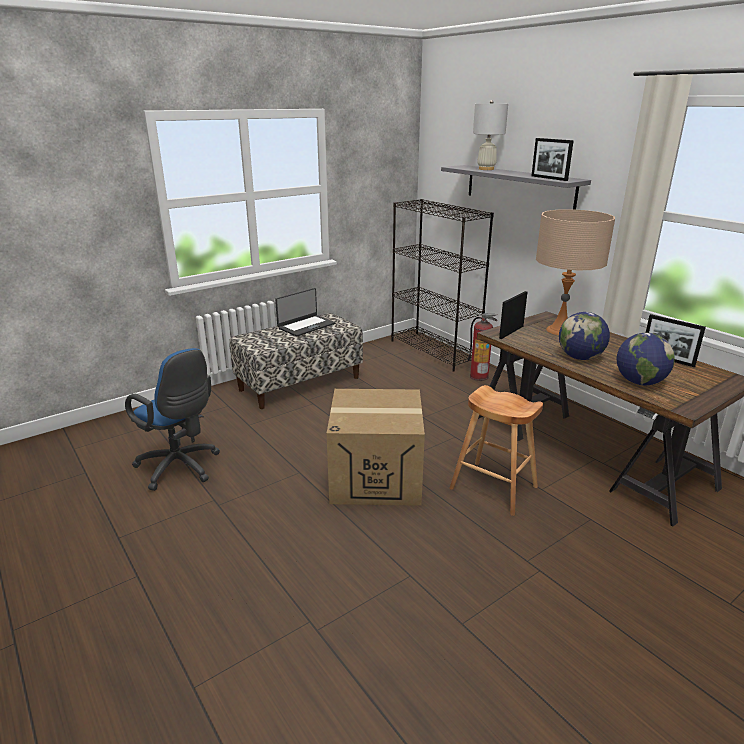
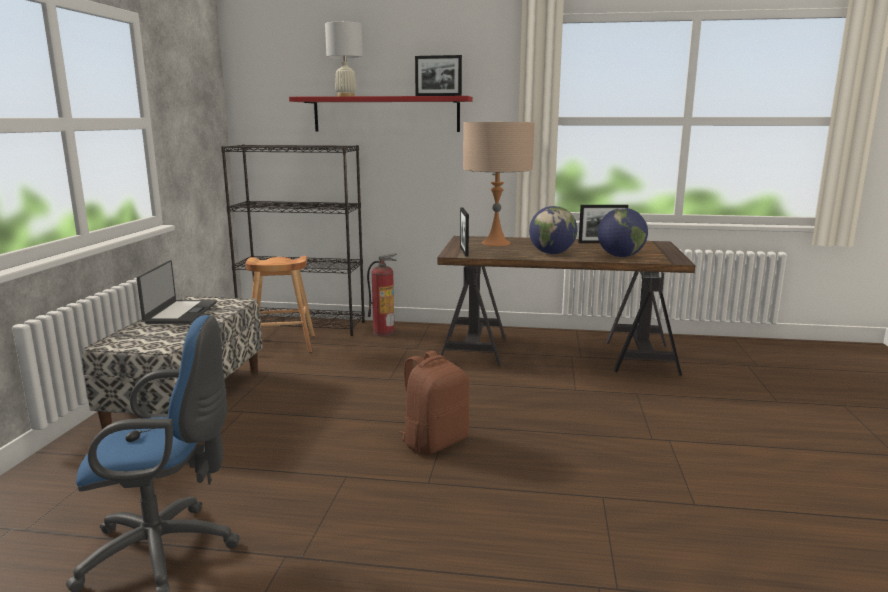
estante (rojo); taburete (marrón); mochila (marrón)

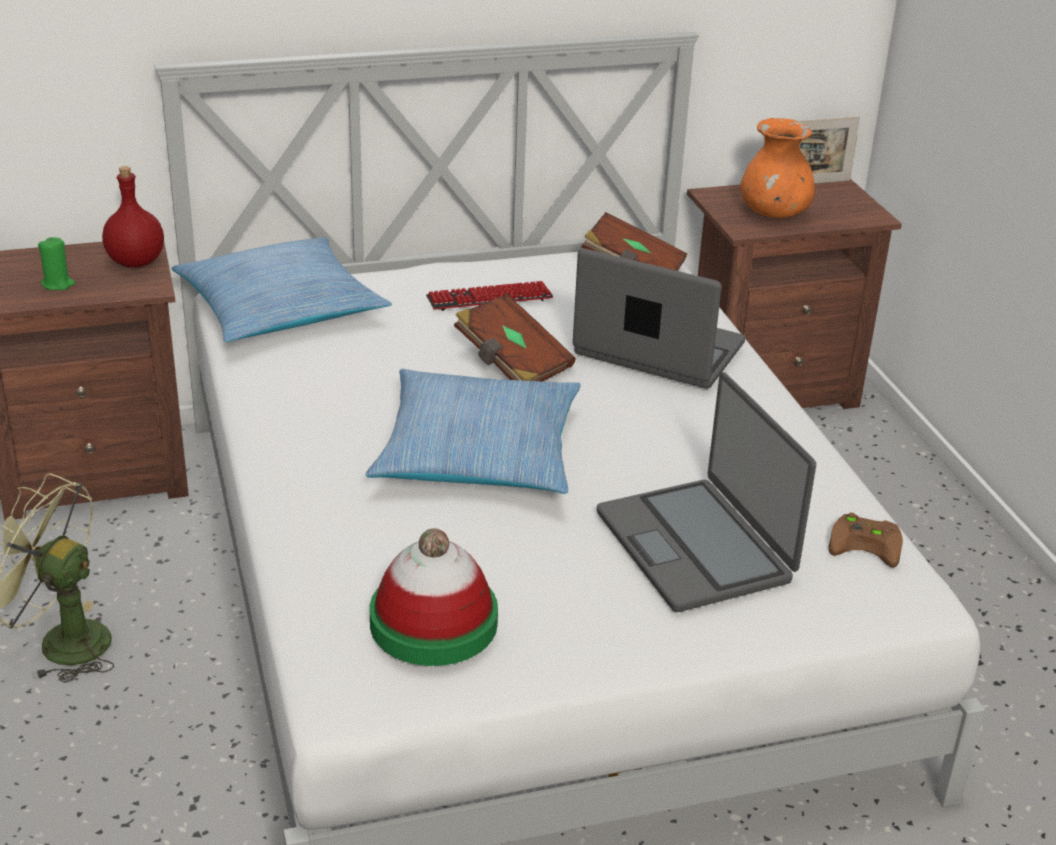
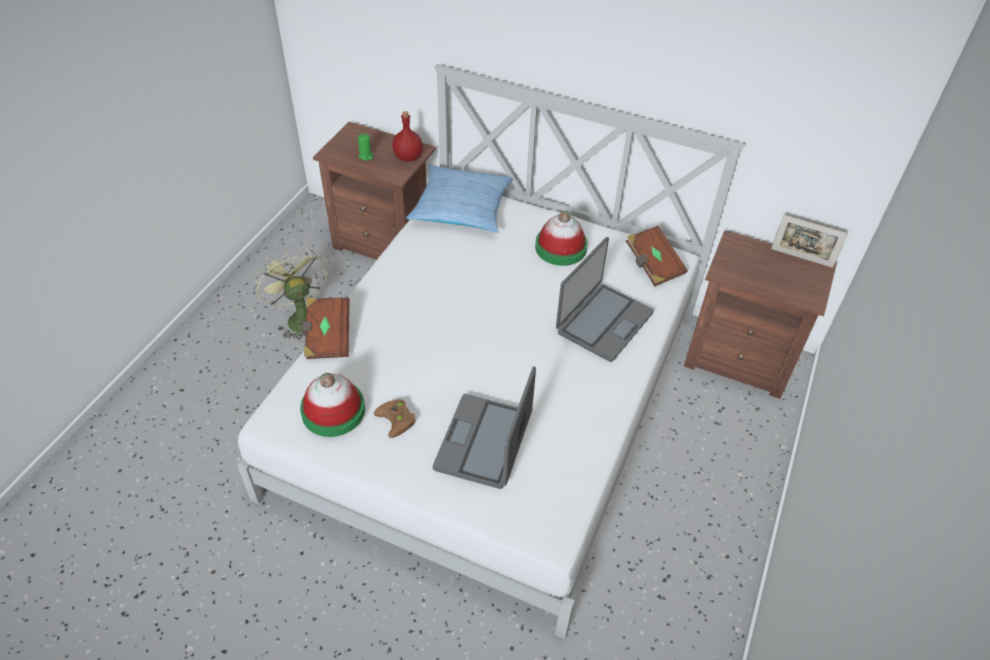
florero (naranja); portátil (2nd from left); sombrero (2nd from left); libro (marrón) (1st from left); cojín (2nd from left in the first image); mando de consola (marrón)

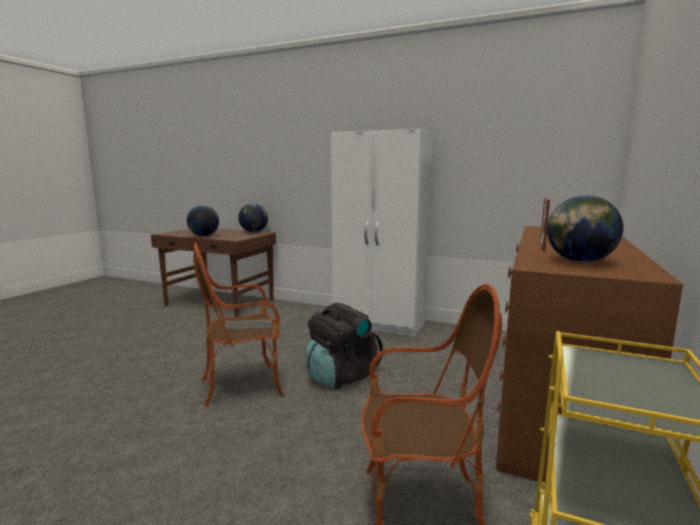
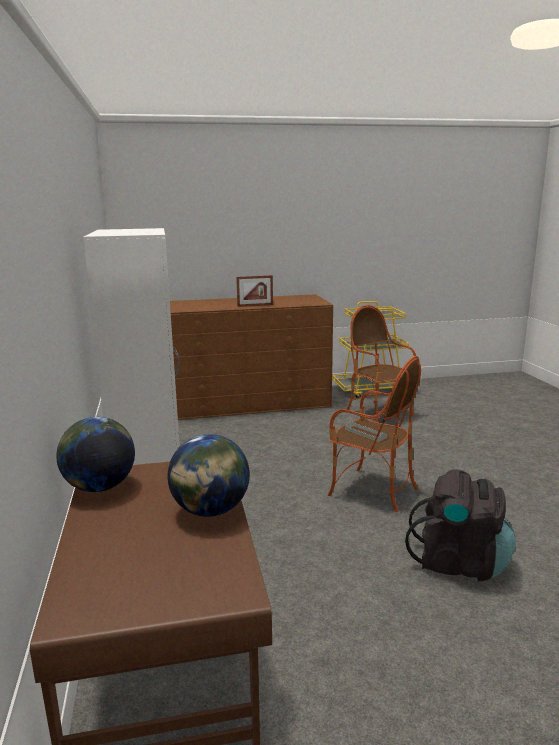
globo terráqueo (3rd from left in the first image); mochila (negro)

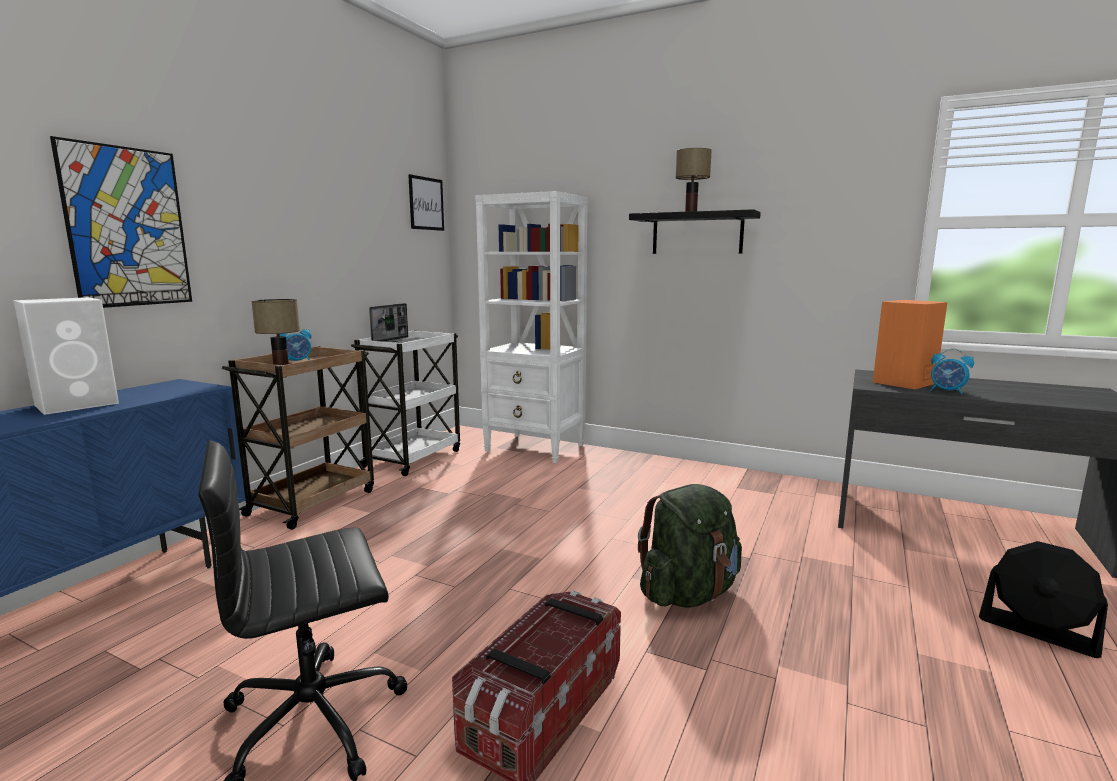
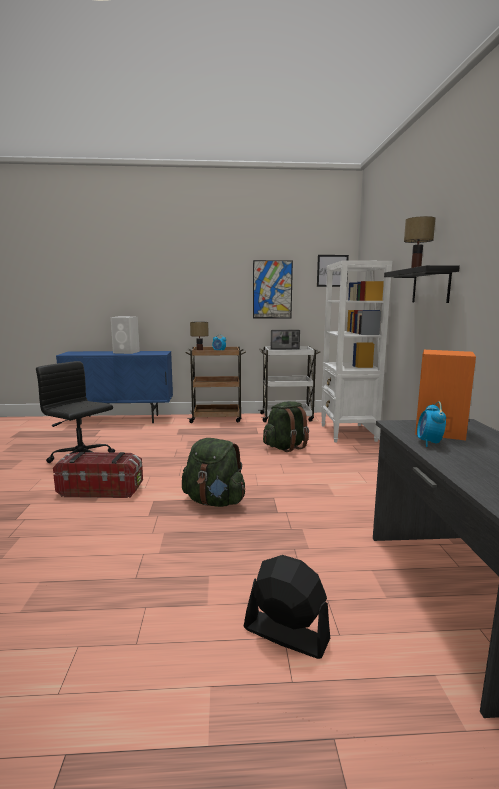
cuadro (1st from left); ventilador (negro); mochila (verde) (2nd from left)

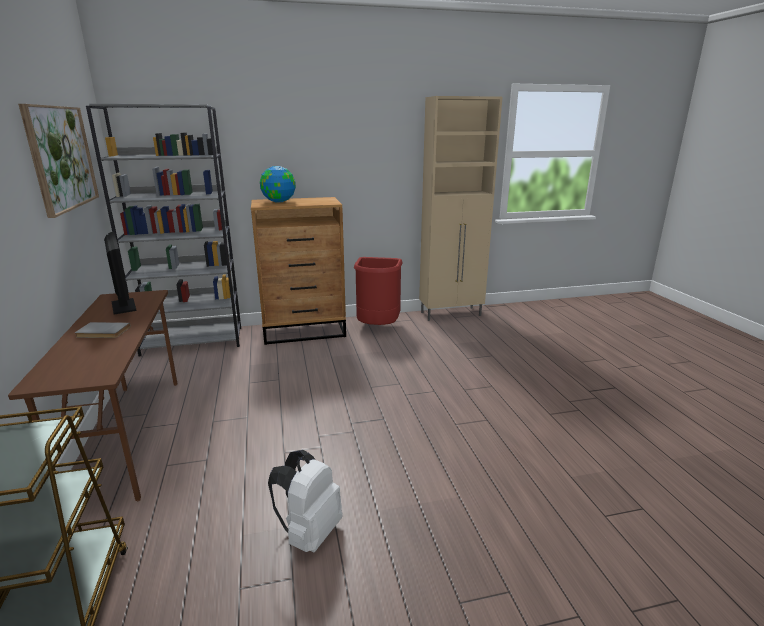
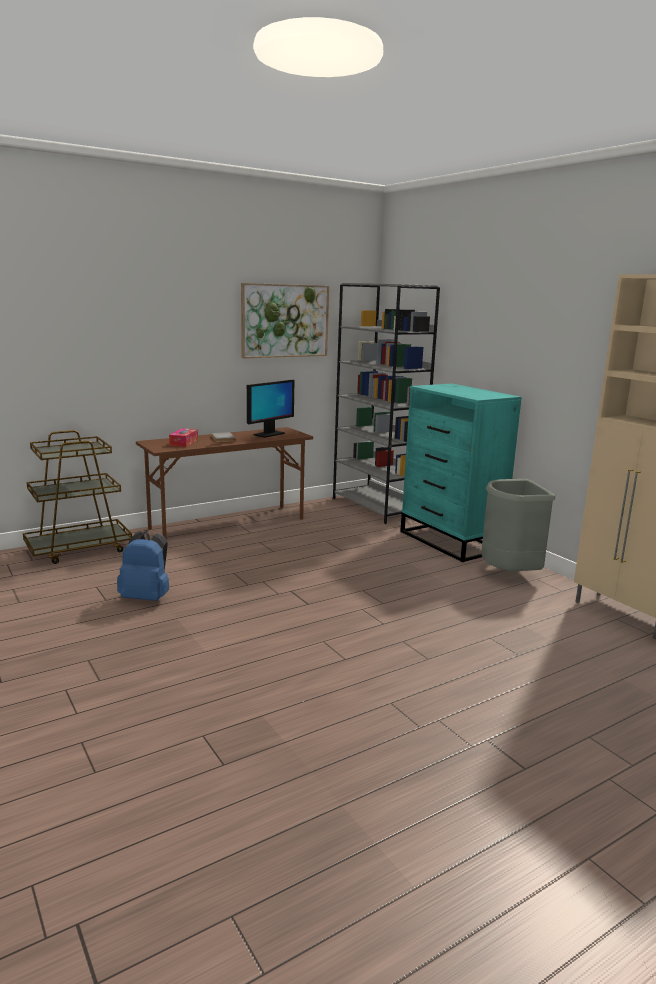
globo terráqueo; cómoda (turquesa); papelera (gris); mochila (azul); caja de pañuelos

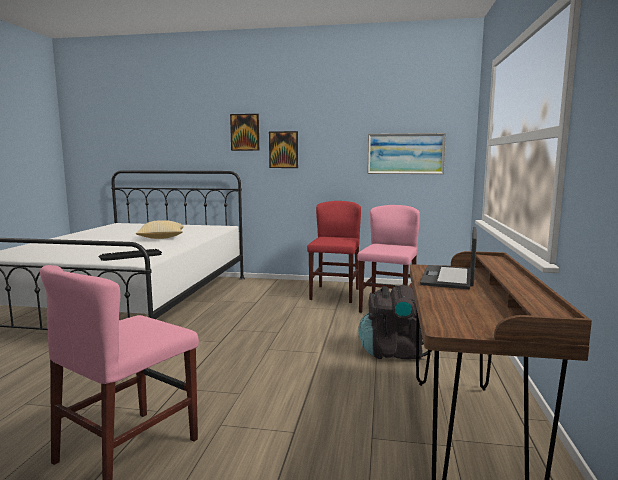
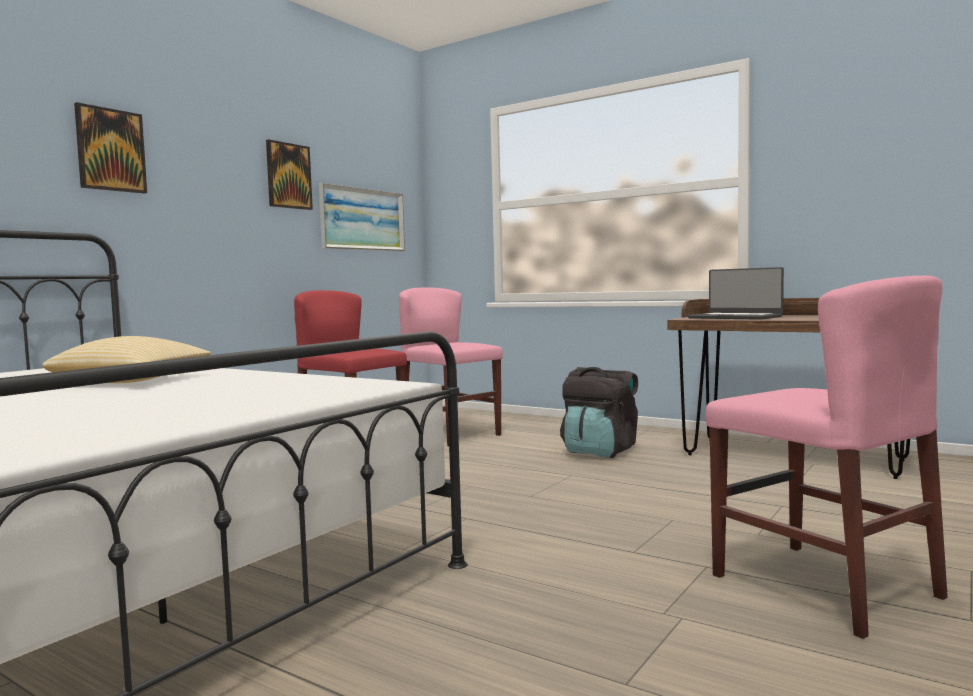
cuadro (2nd from left); teclado

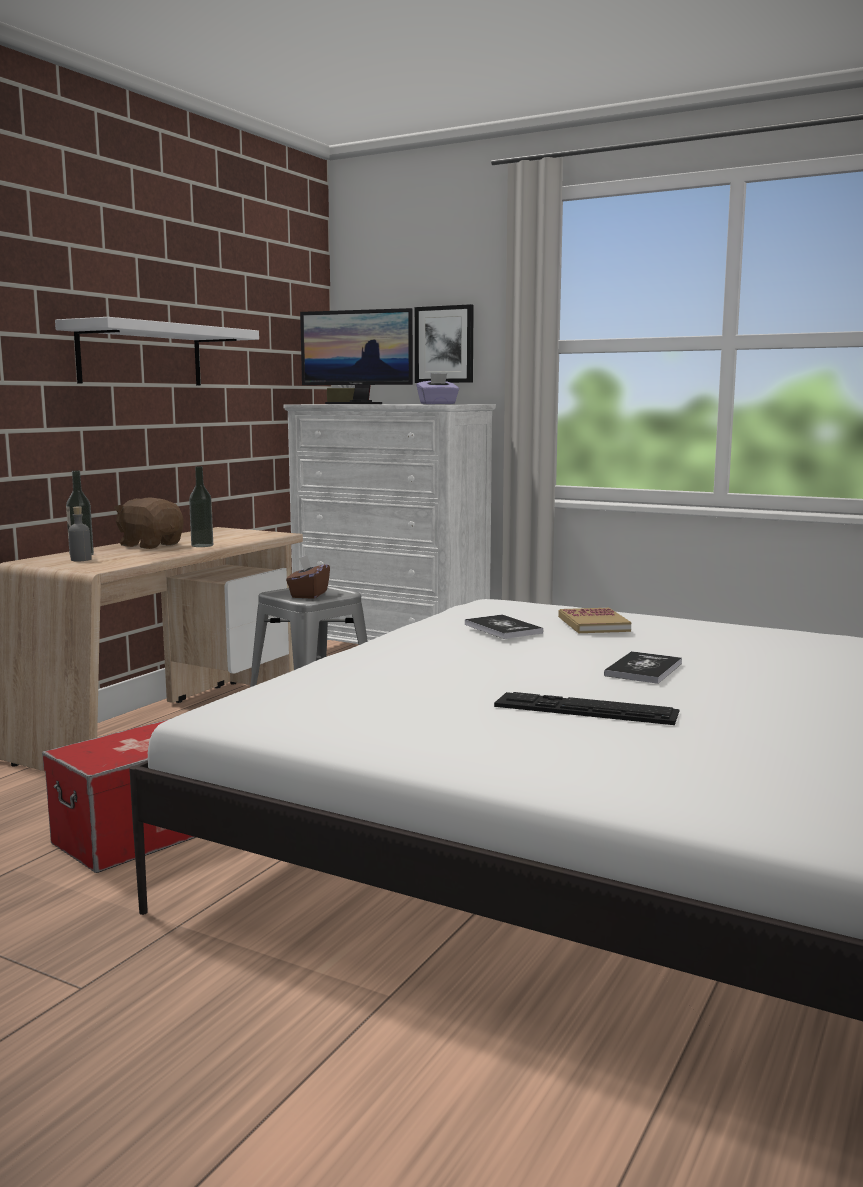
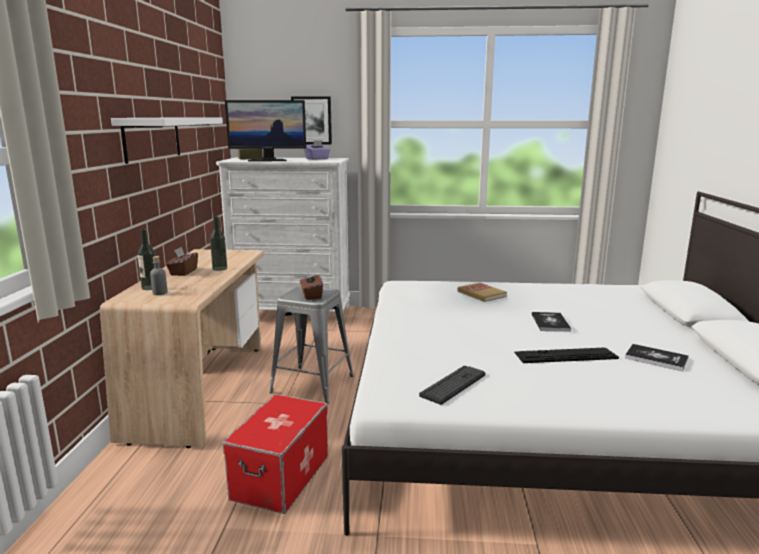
caja de pañuelos (marrón) (1st from left); libro (3rd from left); teclado (1st from left)

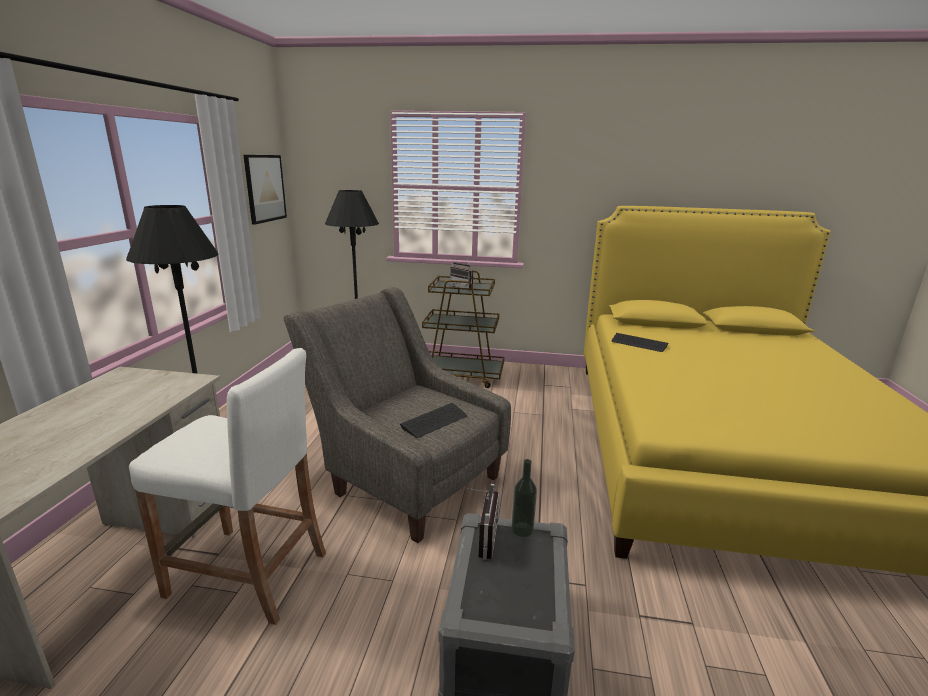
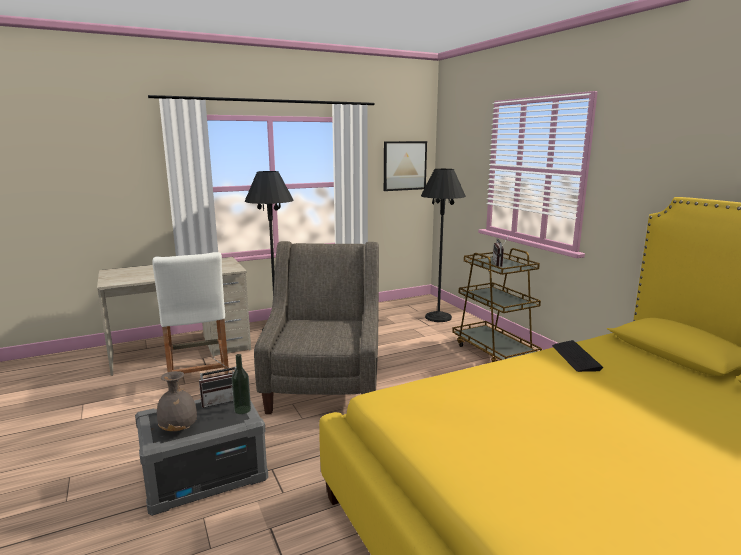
teclado (1st from left in the first image); florero (gris)

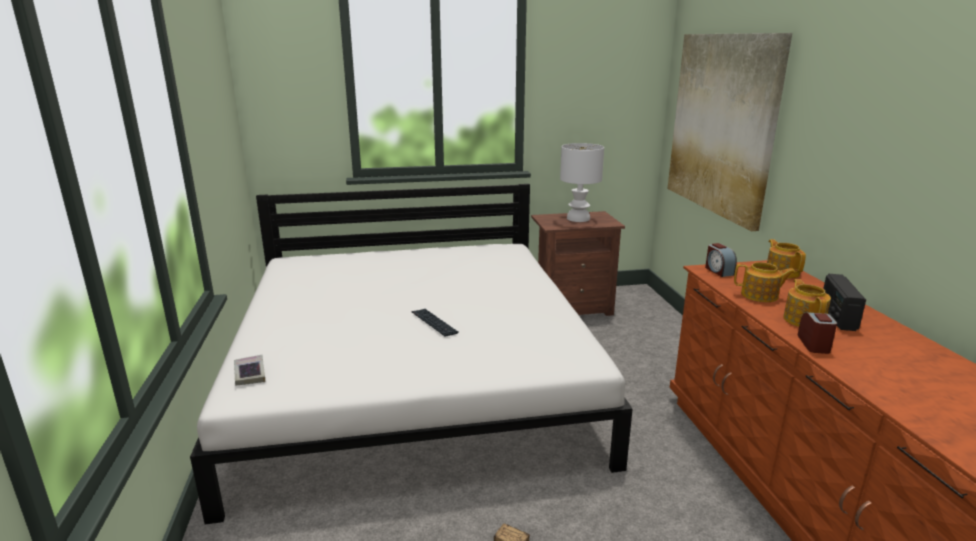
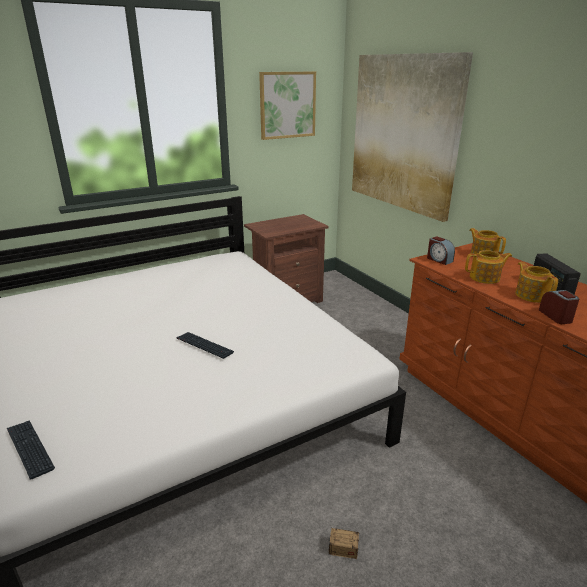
lámpara de mesa (blanco); teclado (1st from left); cuadro (1st from left)

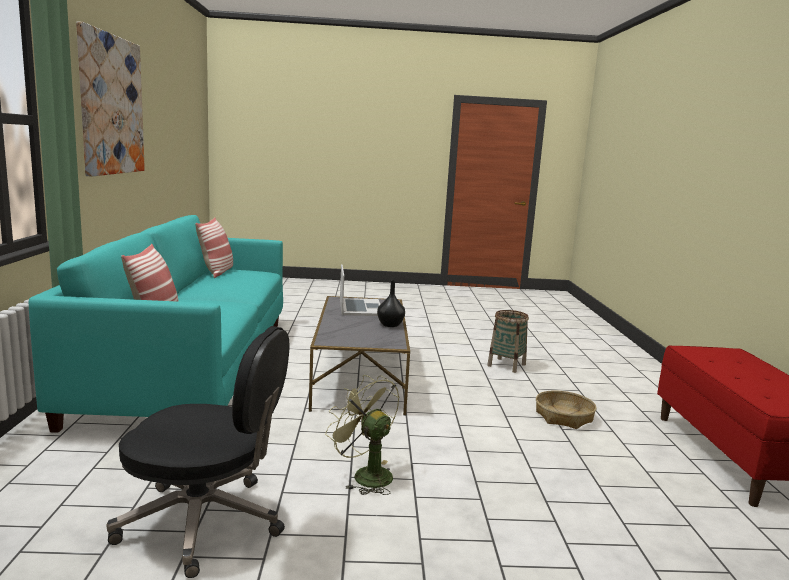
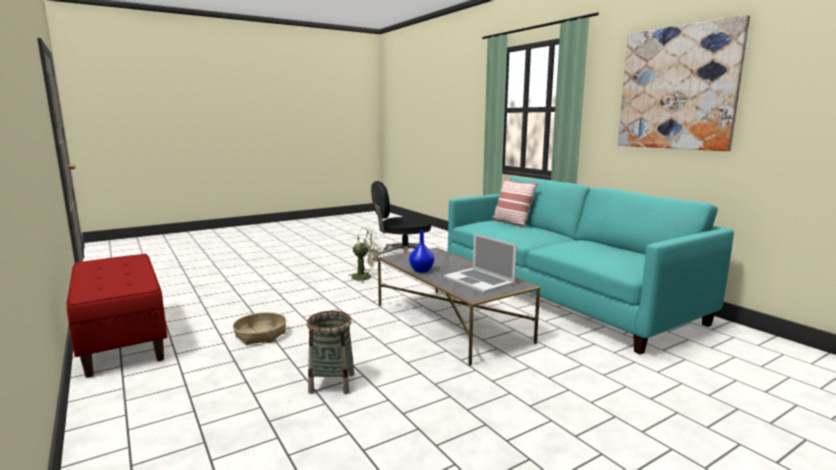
cojín (2nd from left in the first image); florero (azul)

